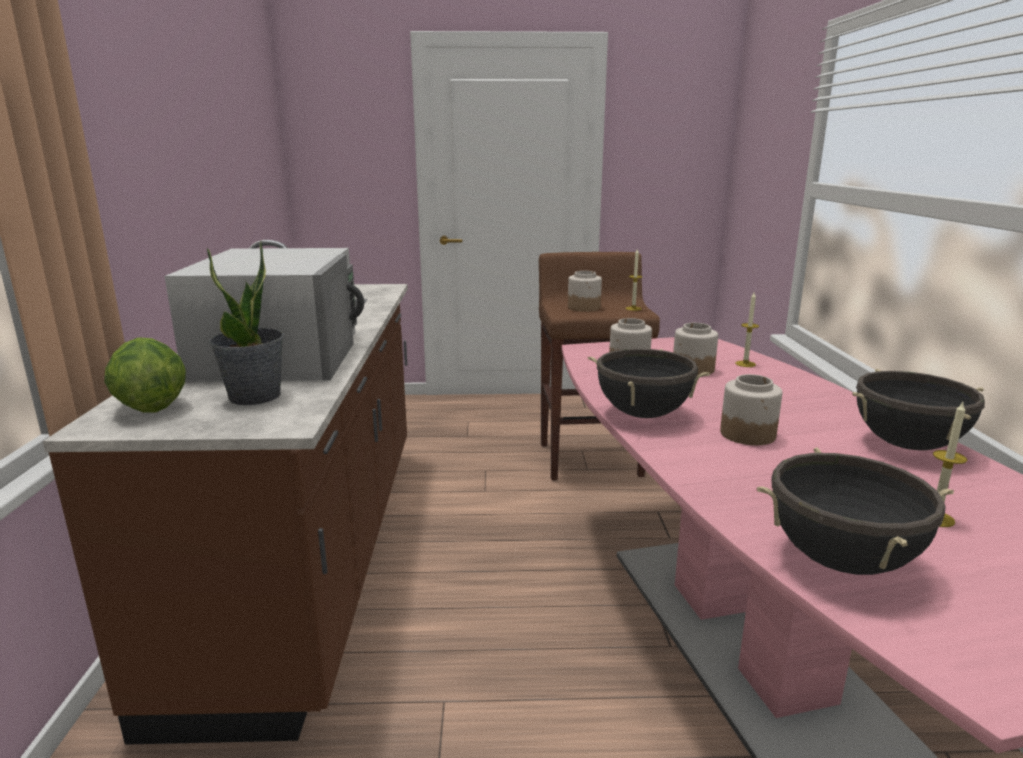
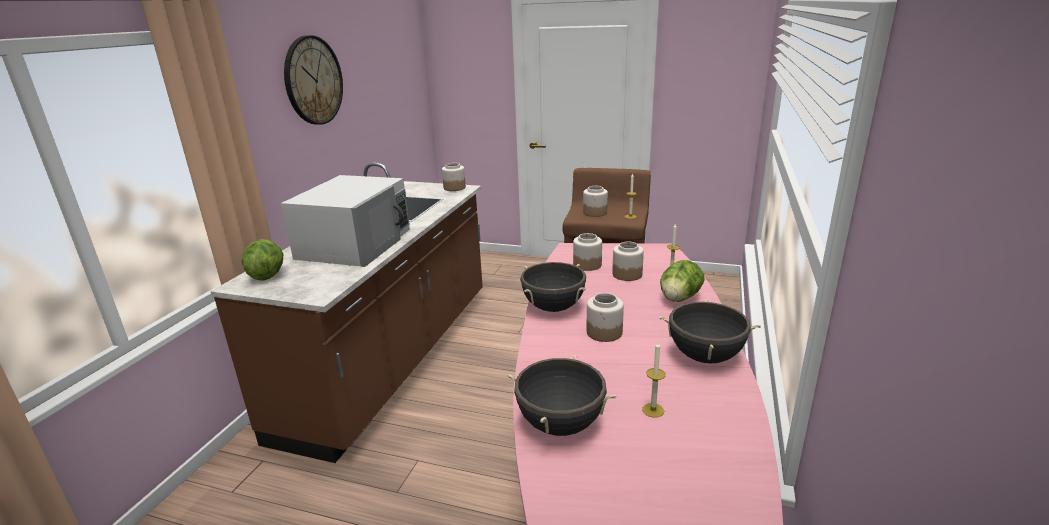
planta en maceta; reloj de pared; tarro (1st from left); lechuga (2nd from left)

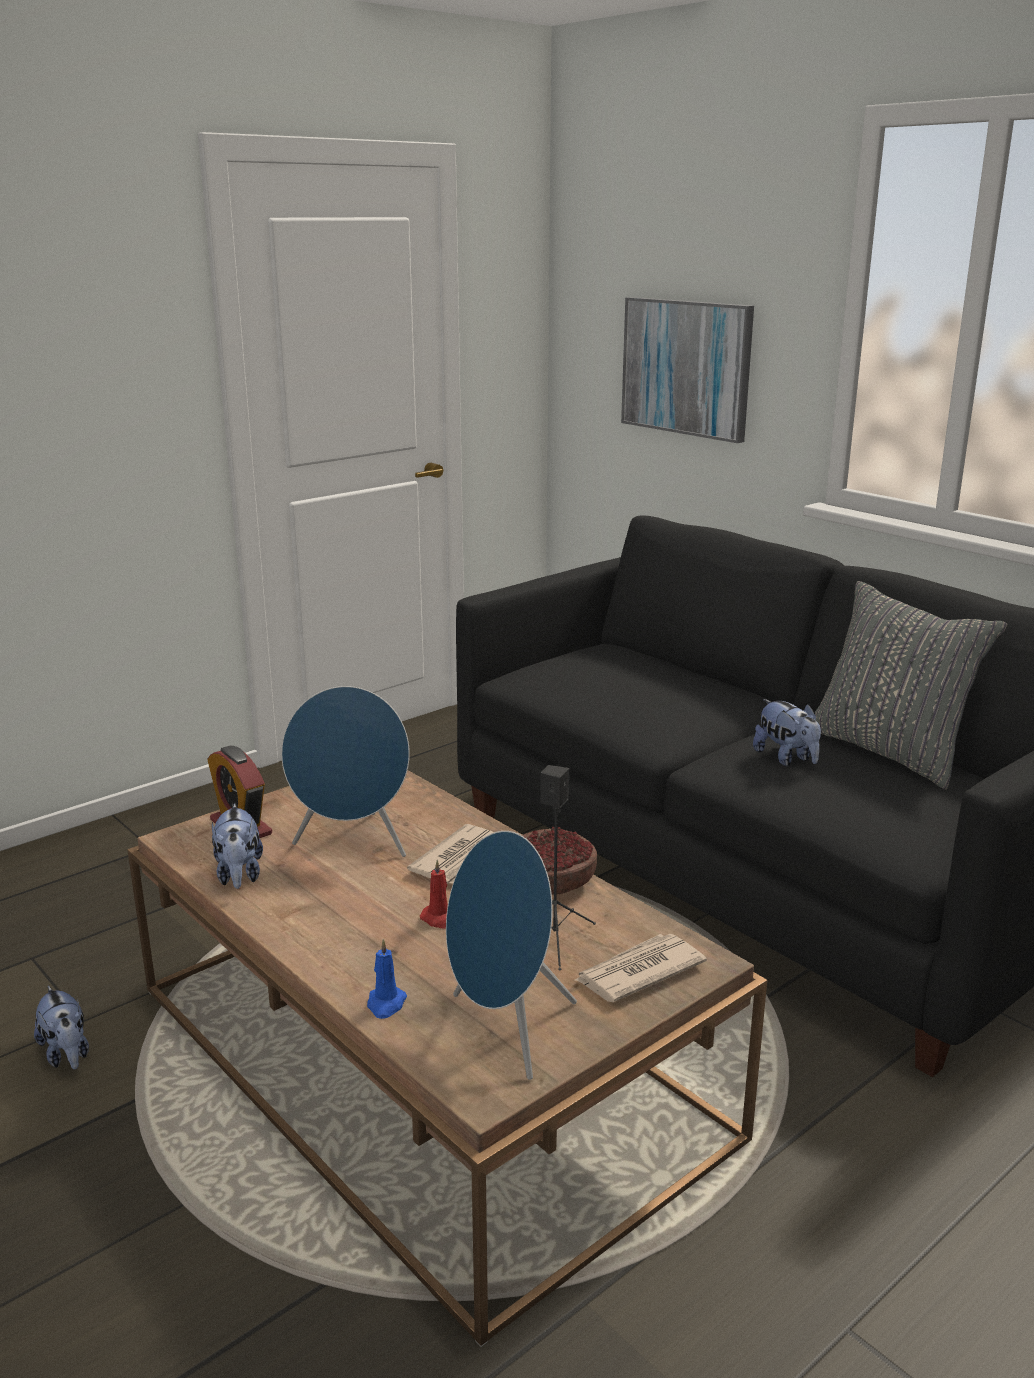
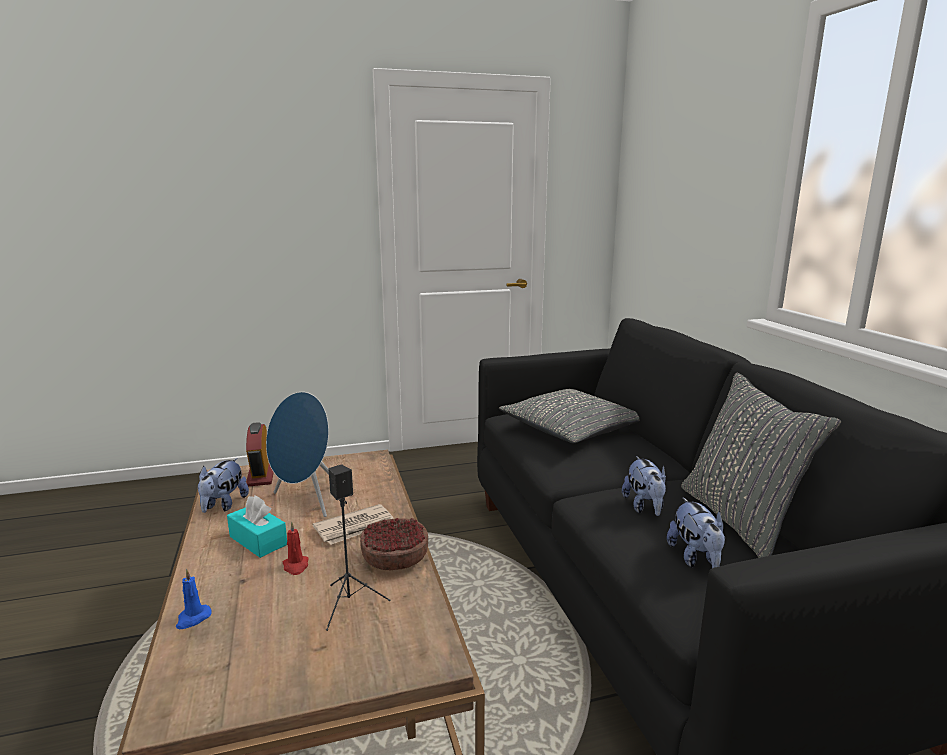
cuadro; altavoz (azul) (2nd from left in the first image); periódico (2nd from left in the first image); peluche (3rd from left); cojín (gris) (1st from left); caja de pañuelos (turquesa)

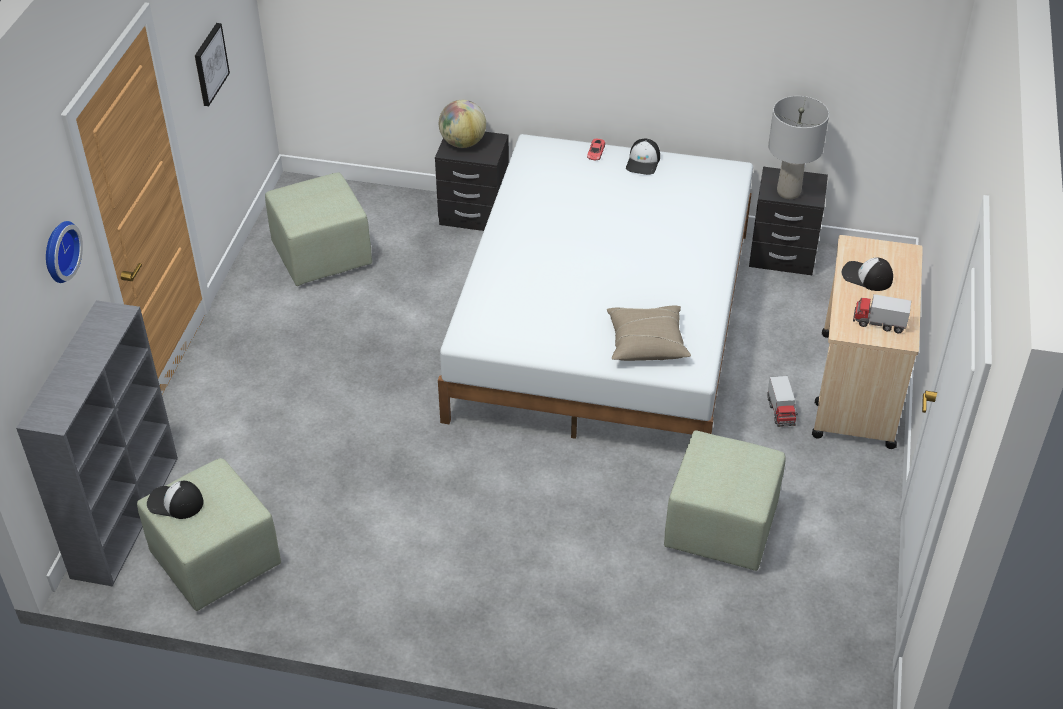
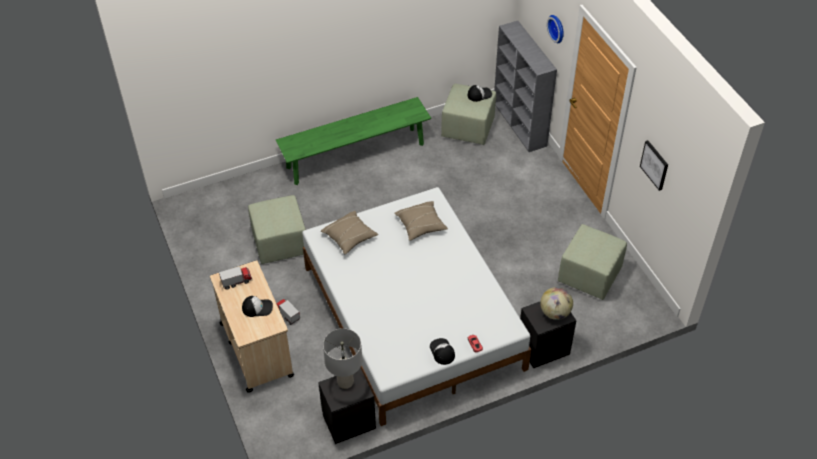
banco (verde); cojín (beis) (2nd from left)

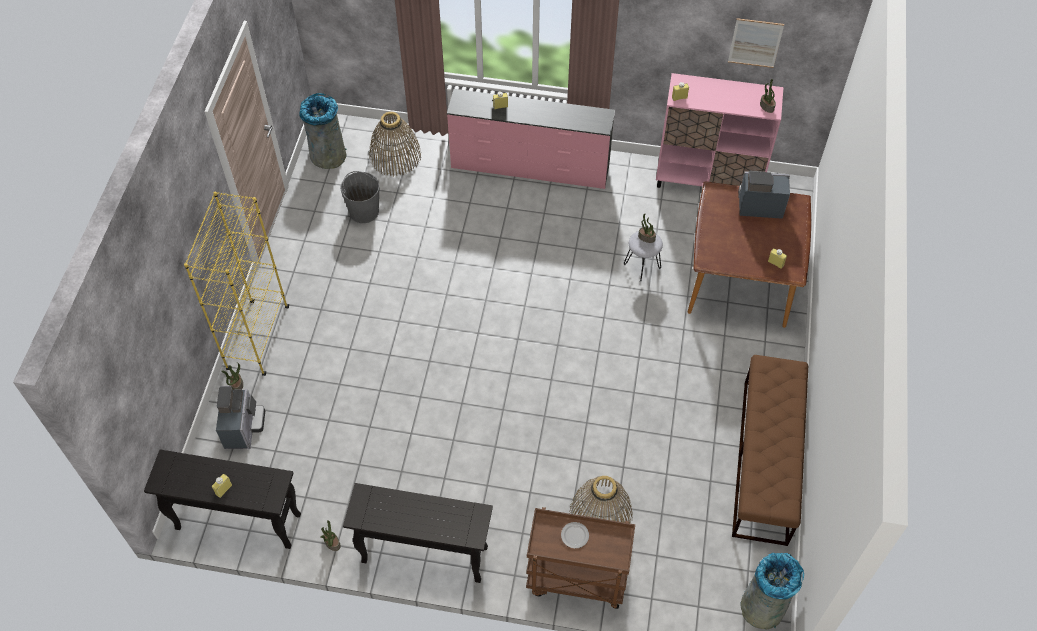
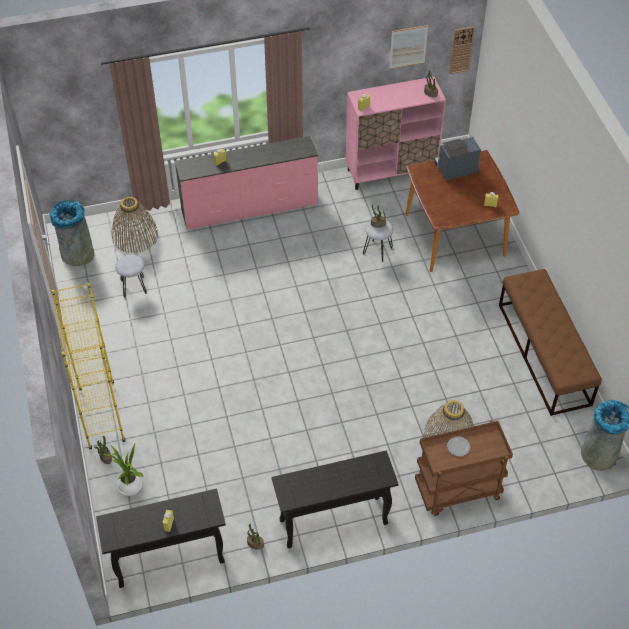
taburete (gris) (1st from left); planta en maceta (2nd from left); reloj de pared

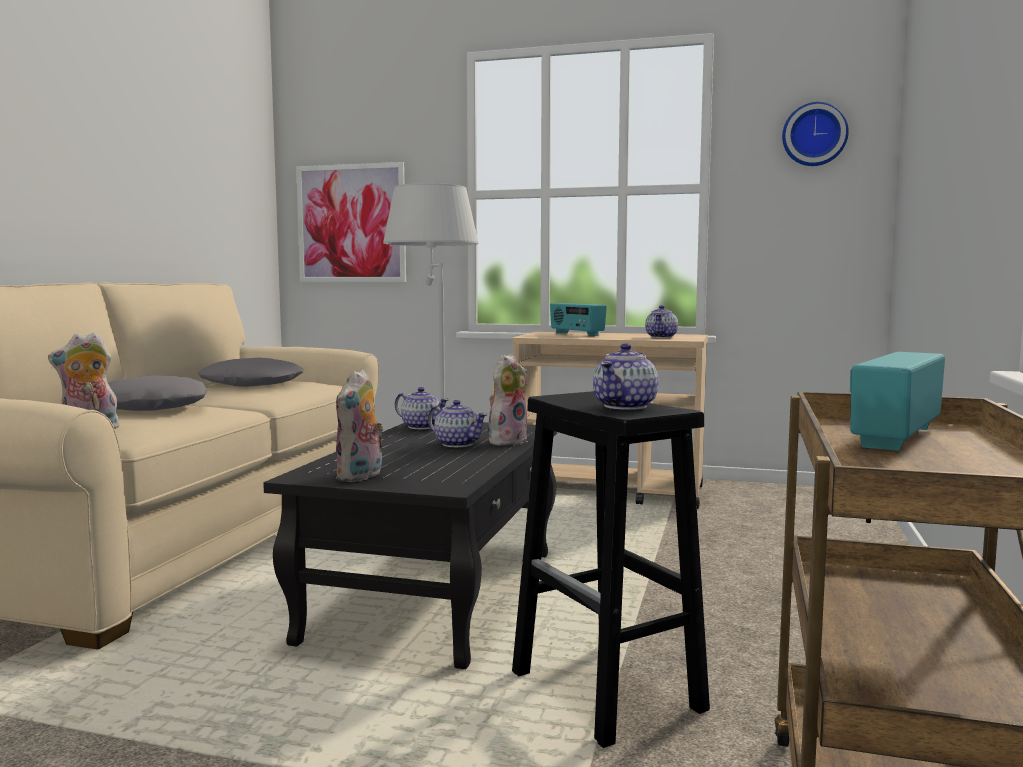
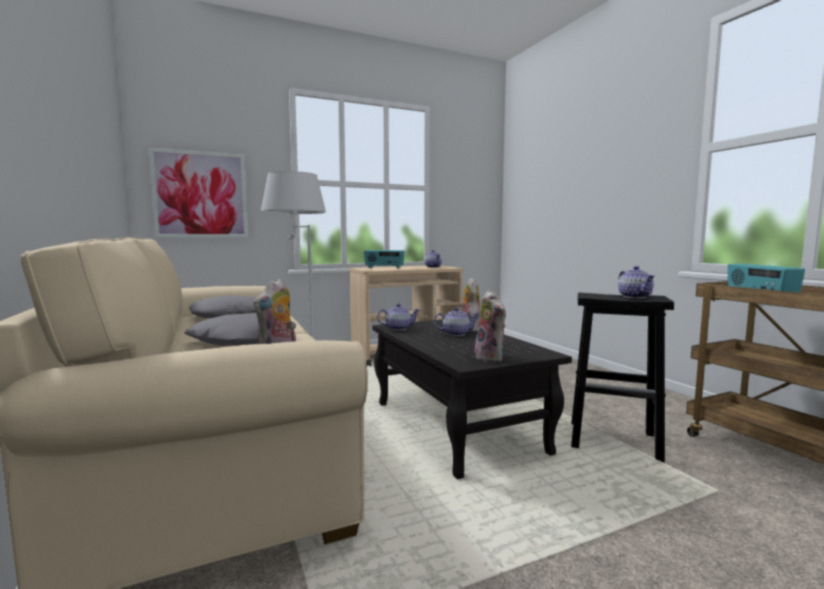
reloj de pared

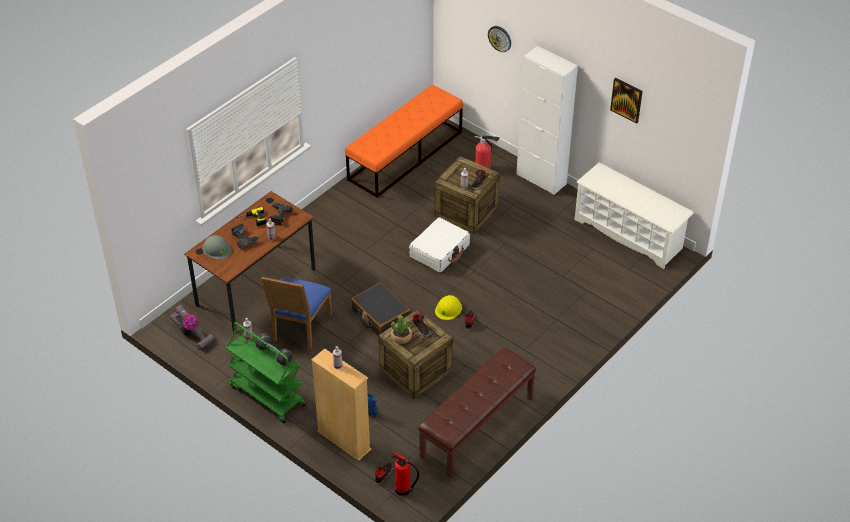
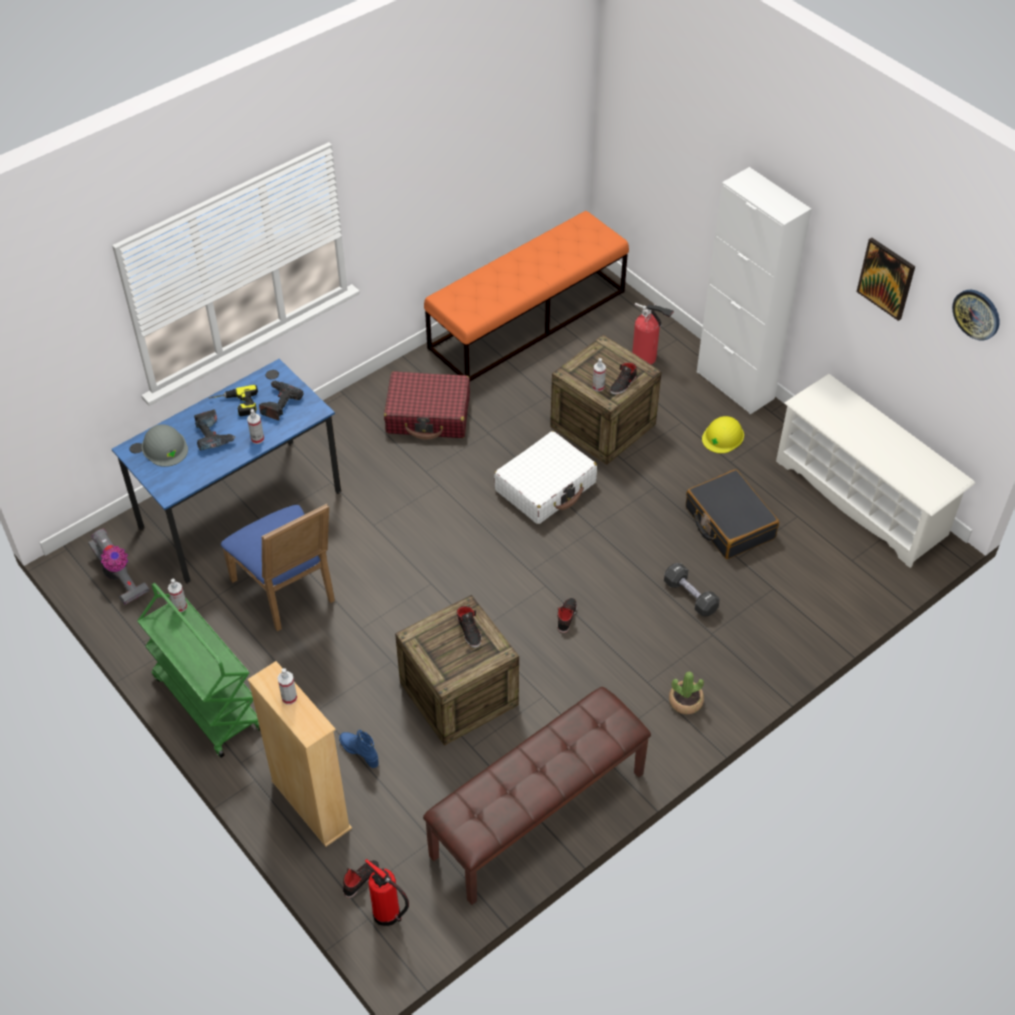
reloj de pared; escritorio (azul); silla (azul); maleta (negro); casco (amarillo); planta en maceta; mancuerna (negro); maleta (rojo)

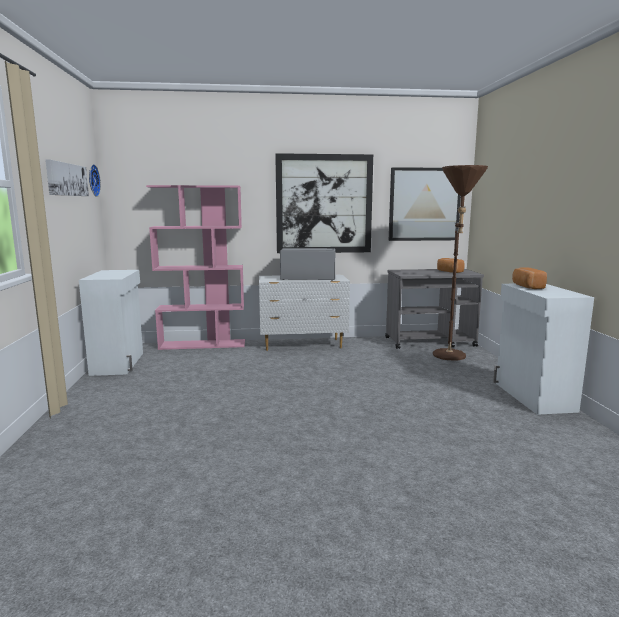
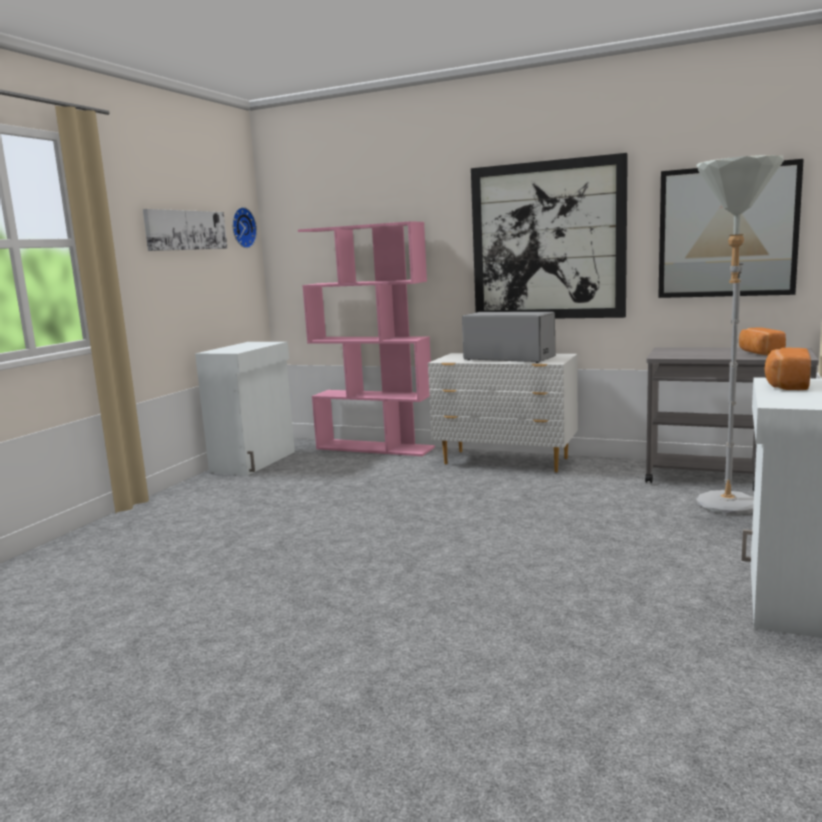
lámpara de pie (gris)

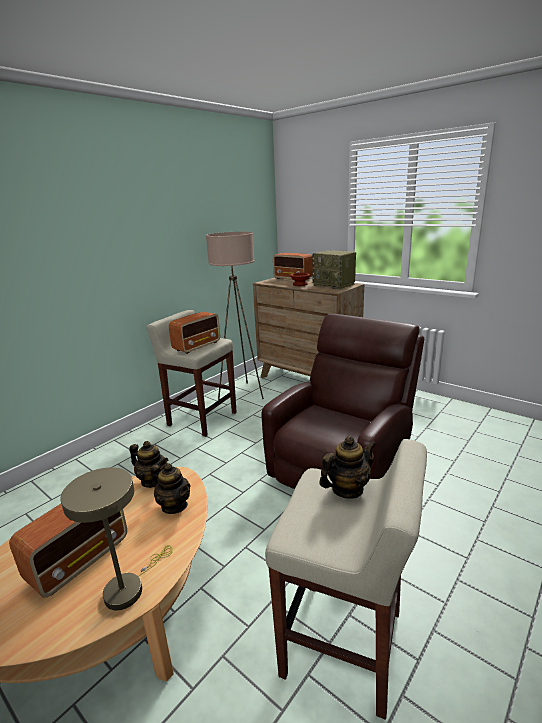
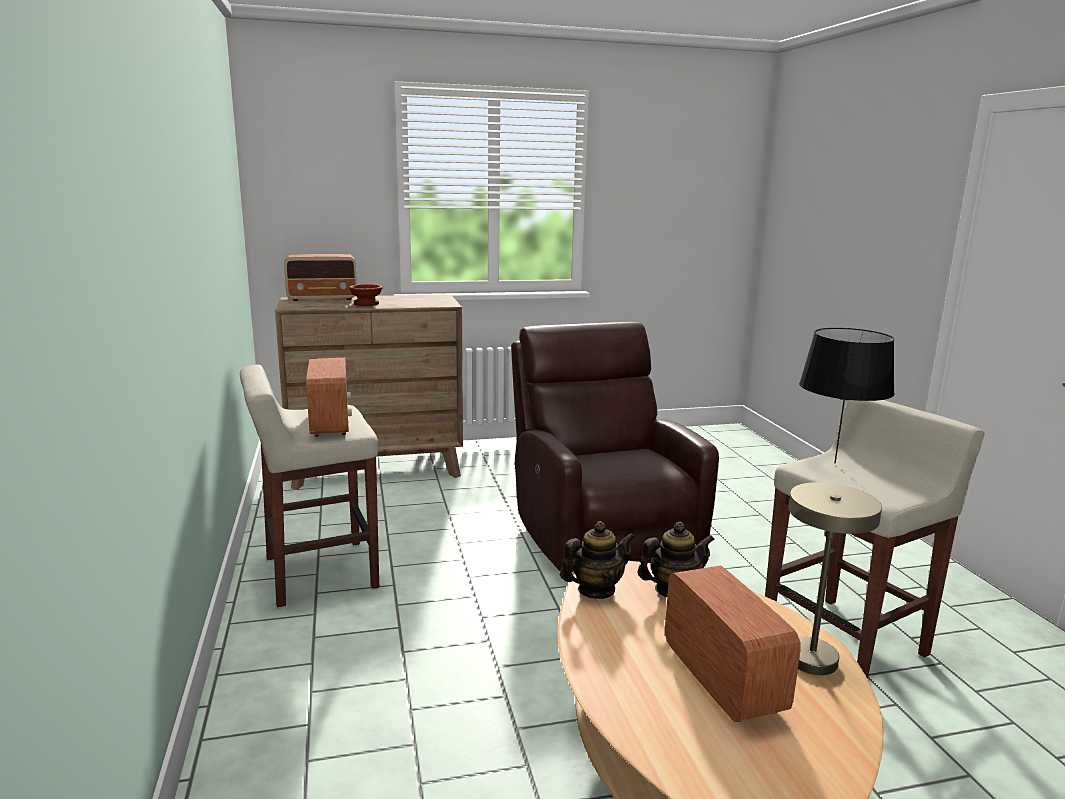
lámpara de pie (beis); radio (4th from left in the first image); lámpara de mesa (negro)

